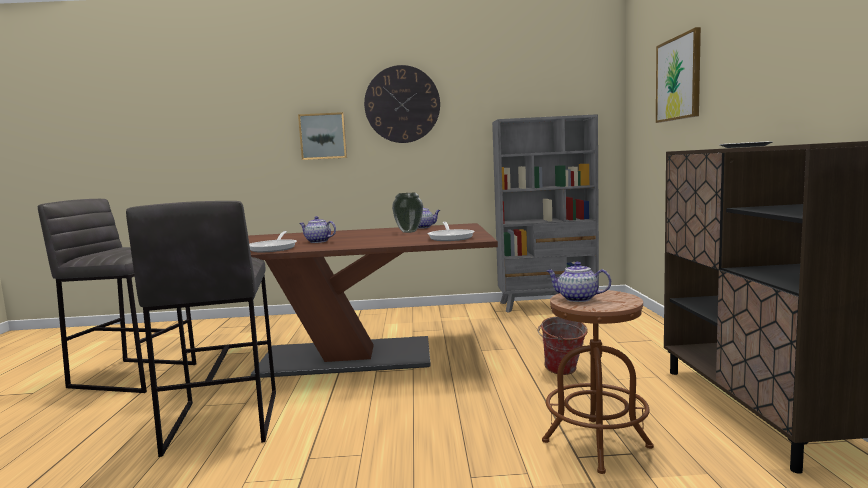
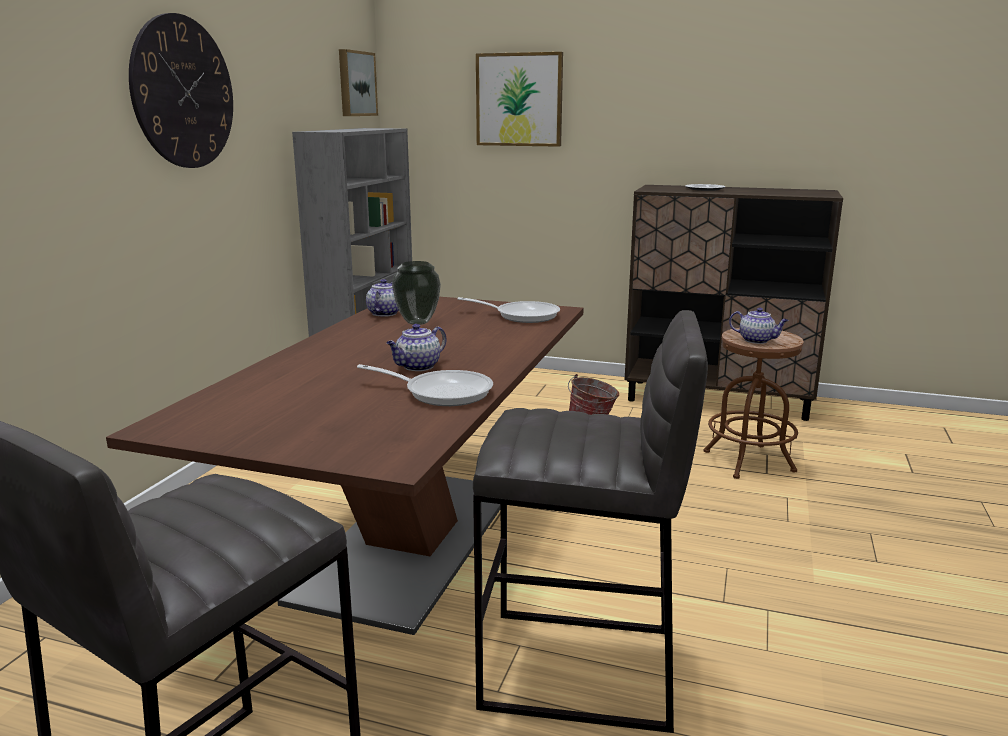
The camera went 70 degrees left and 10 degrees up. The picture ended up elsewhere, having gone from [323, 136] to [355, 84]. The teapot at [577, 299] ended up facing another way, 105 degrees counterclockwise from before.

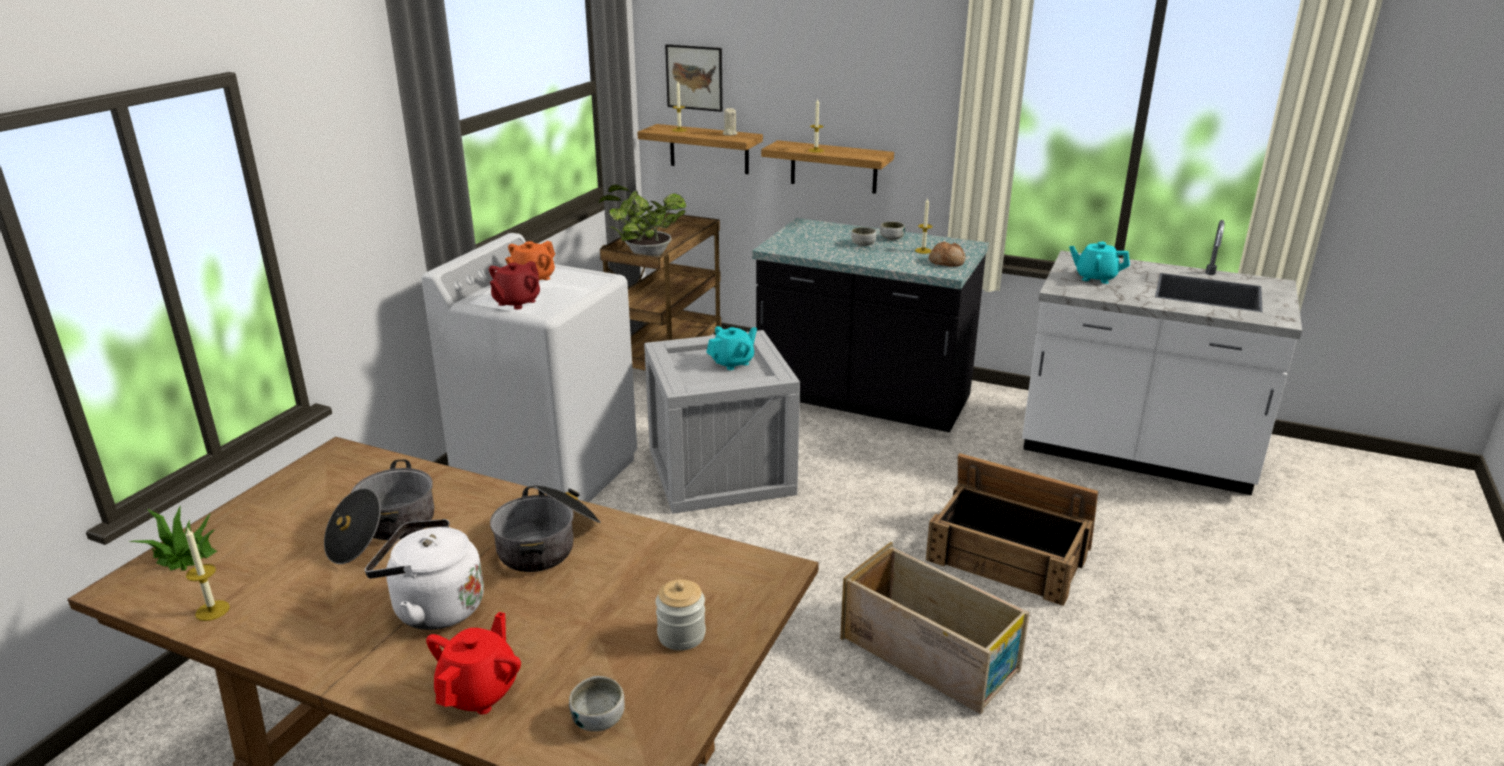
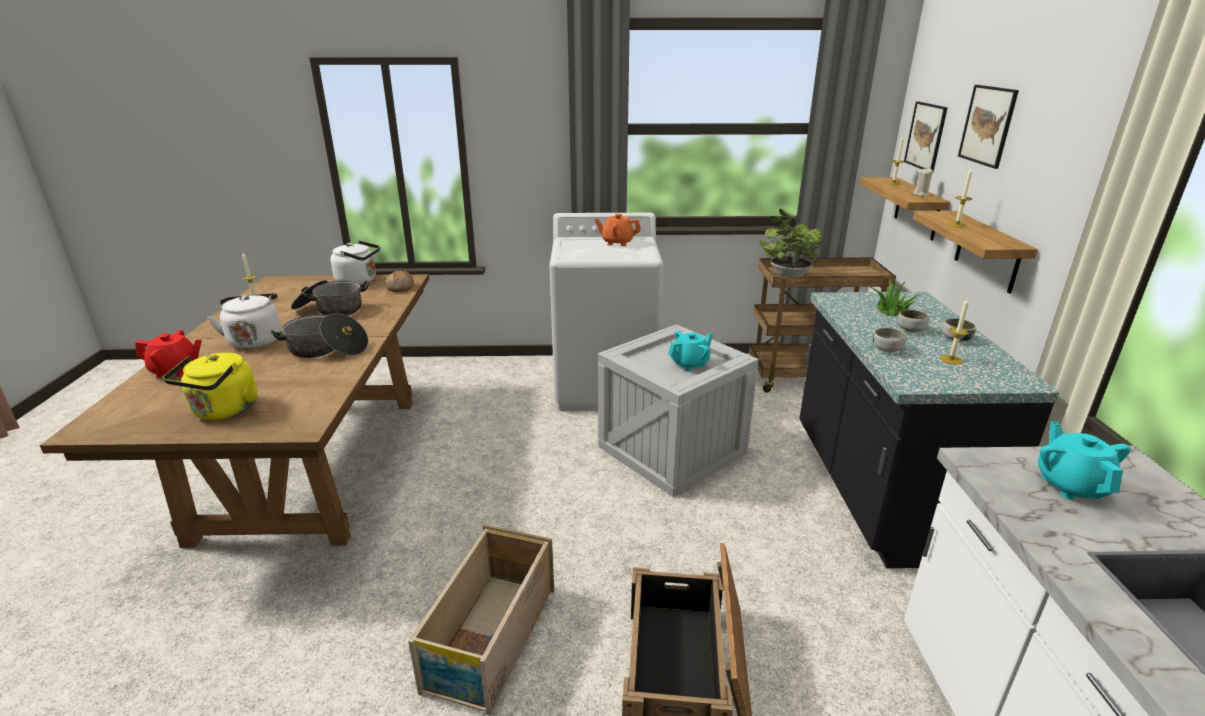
The camera went 65 degrees right and 0 degrees up. Where the jar stood at [681, 635], the yellow_kettle came to stand at [224, 411]. The second view gained the white_kettle at [359, 281]. The bread ended up elsewhere, having gone from [947, 262] to [401, 287]. The turquoise_teapot at [733, 363] ended up facing another way, 60 degrees counterclockwise from before. The potted_plant ended up elsewhere, having gone from [184, 554] to [892, 310]. The bowl ended up elsewhere, having gone from [598, 719] to [887, 349]. The second view gained the picture at [987, 125]. The second view lost the red_teapot at [516, 302].

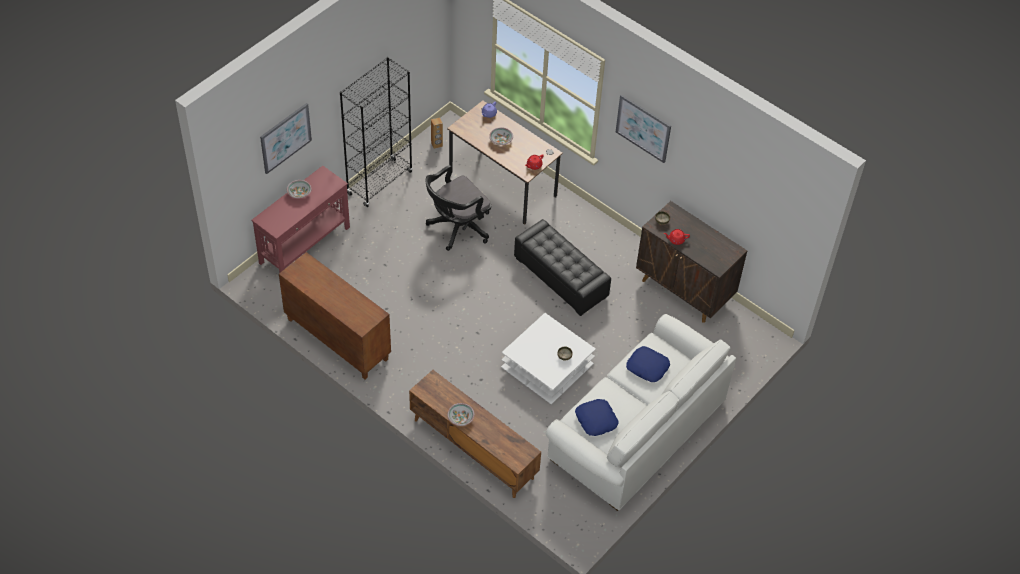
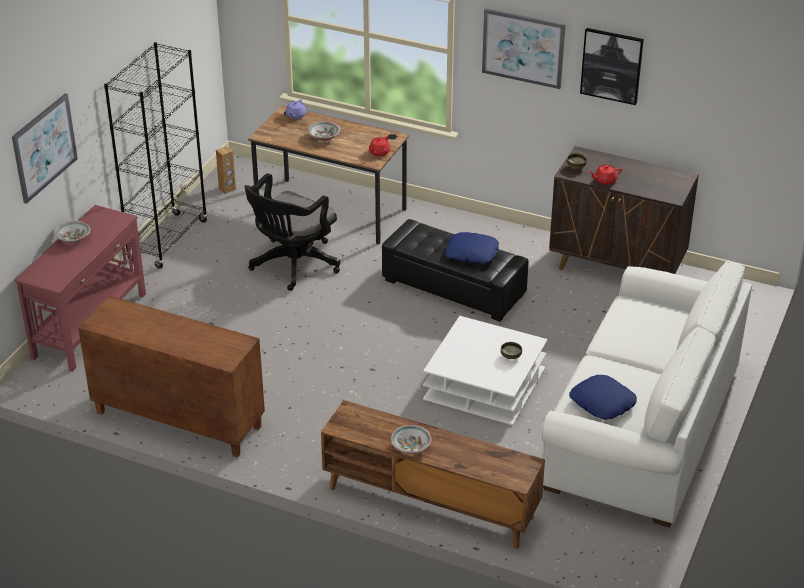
The camera went 15 degrees left and 15 degrees down. The blue_pillow ended up elsewhere, having gone from [647, 367] to [471, 253]. The second view gained the picture at [612, 65].

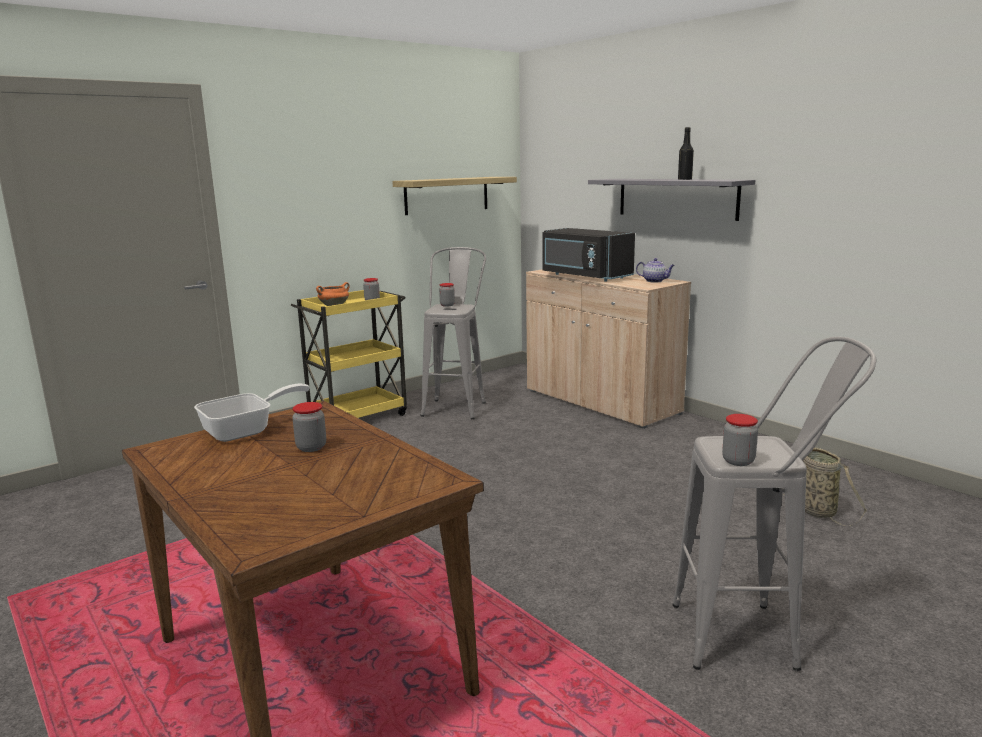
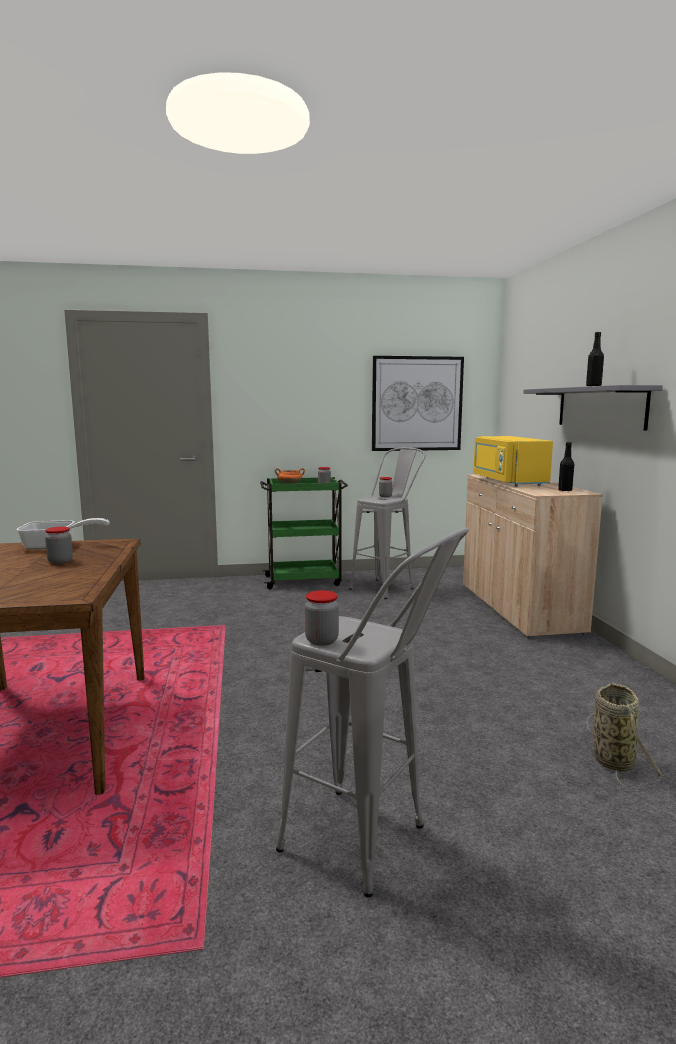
The camera went 30 degrees right and 5 degrees down. What was the yellow_cart at [358, 417] turned into the green_cart at [304, 580]. Where the shelf hung at [447, 195], the picture came to hang at [417, 404]. What was the black_microwave at [584, 276] turned into the yellow_microwave at [507, 481]. Where the teapot stood at [655, 281], the black_bottle came to stand at [565, 490].

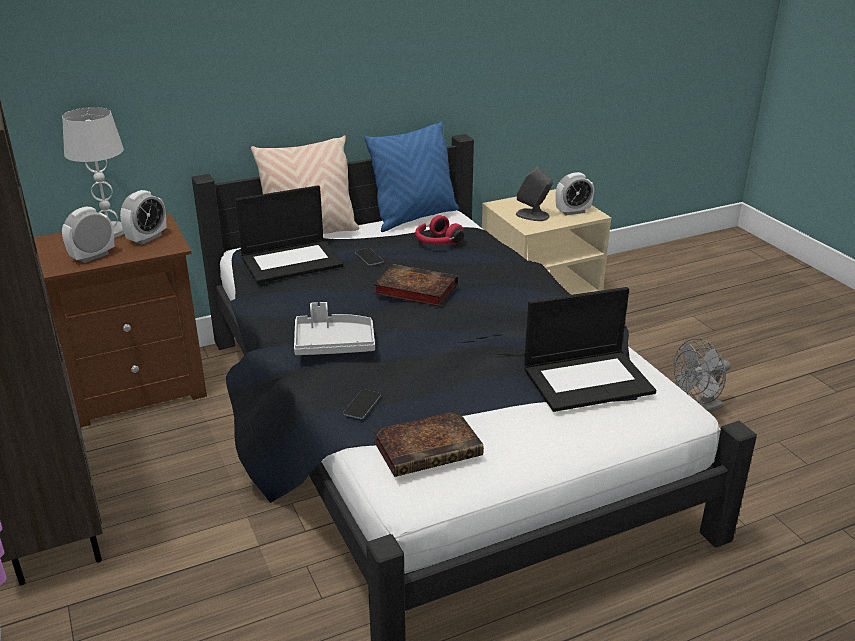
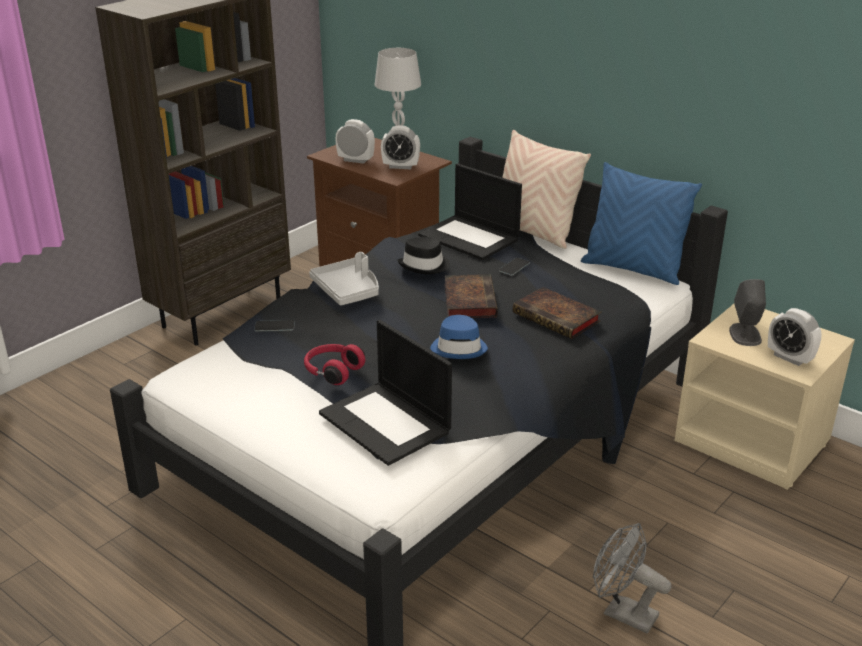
The camera went 65 degrees right and 0 degrees up. The red_headphones ended up elsewhere, having gone from [437, 242] to [332, 372]. The second view gained the black_hat at [425, 265]. The second view gained the blue_hat at [459, 348]. The book ended up elsewhere, having gone from [429, 447] to [558, 318].

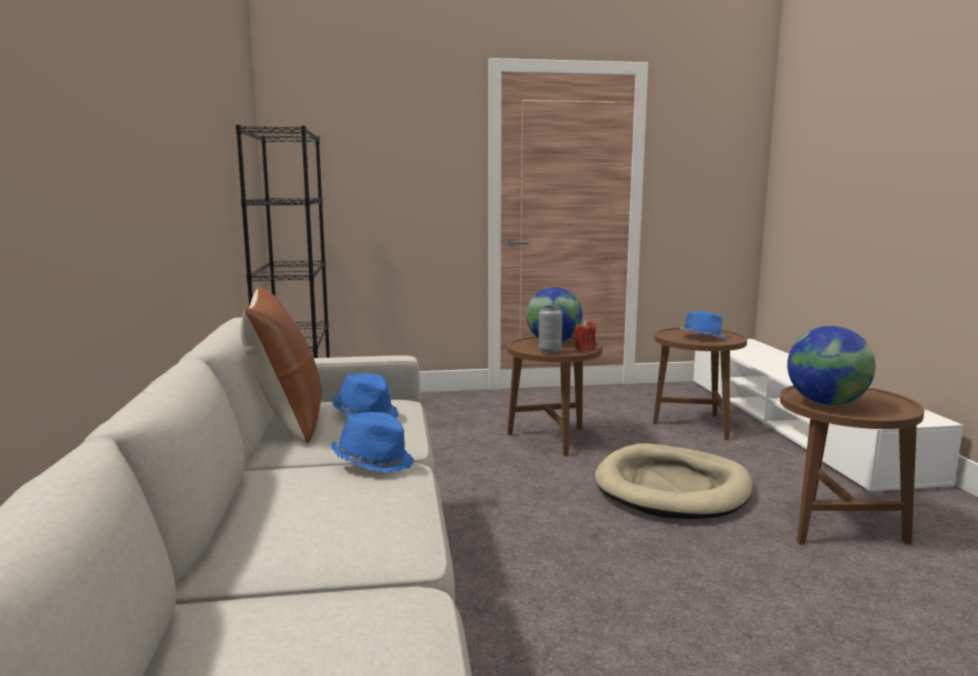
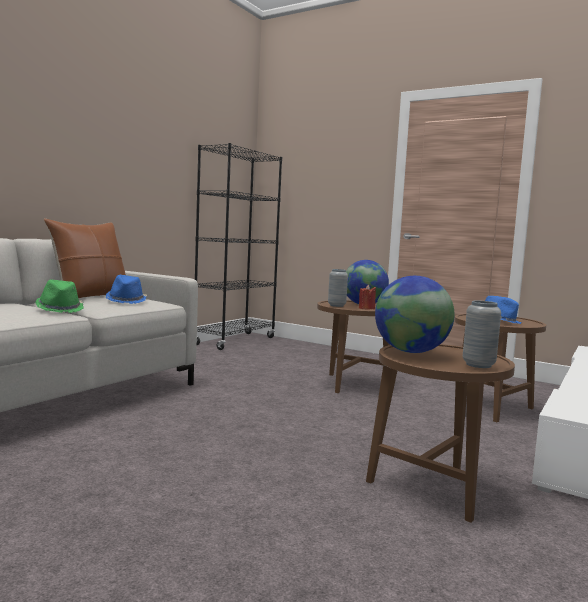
The camera went 40 degrees right and 5 degrees down. What was the blue_hat at [374, 462] turned into the green_hat at [60, 309]. The second view gained the grey_vase at [478, 365]. The second view lost the beige_dog_bed at [672, 488].

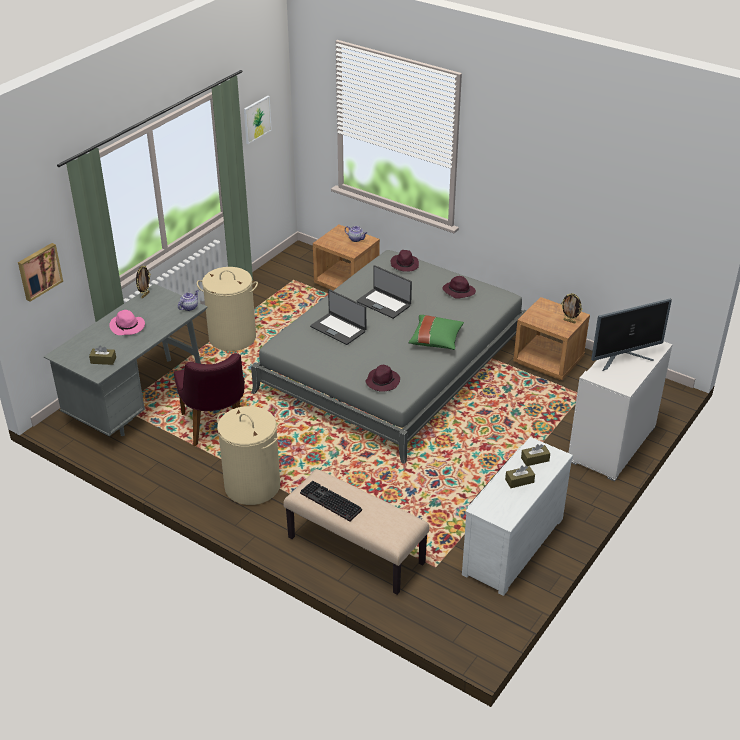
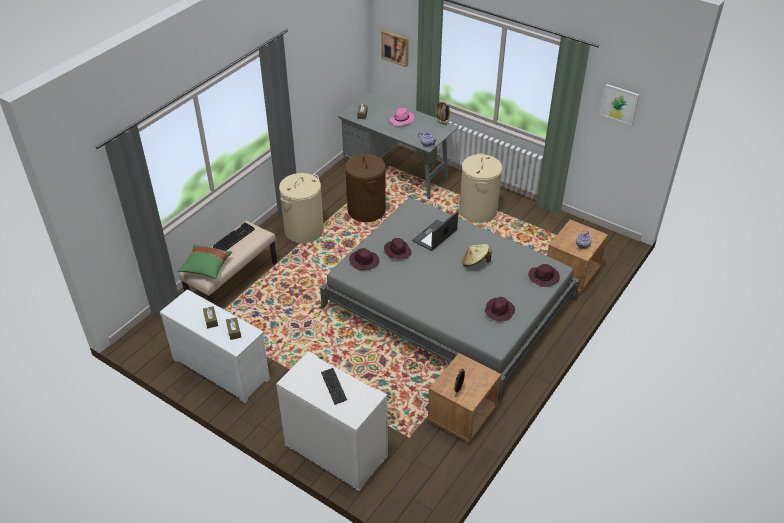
The camera went 90 degrees right and 5 degrees up. The green_pillow ended up elsewhere, having gone from [436, 340] to [206, 267]. Where the monitor stood at [624, 358], the keyboard came to stand at [333, 386]. Where the purple_chair stood at [216, 429], the brown_laundry_basket came to stand at [366, 210]. The second view gained the purple_hat at [397, 251]. Where the laptop stood at [384, 303], the beige_hat came to stand at [475, 262].

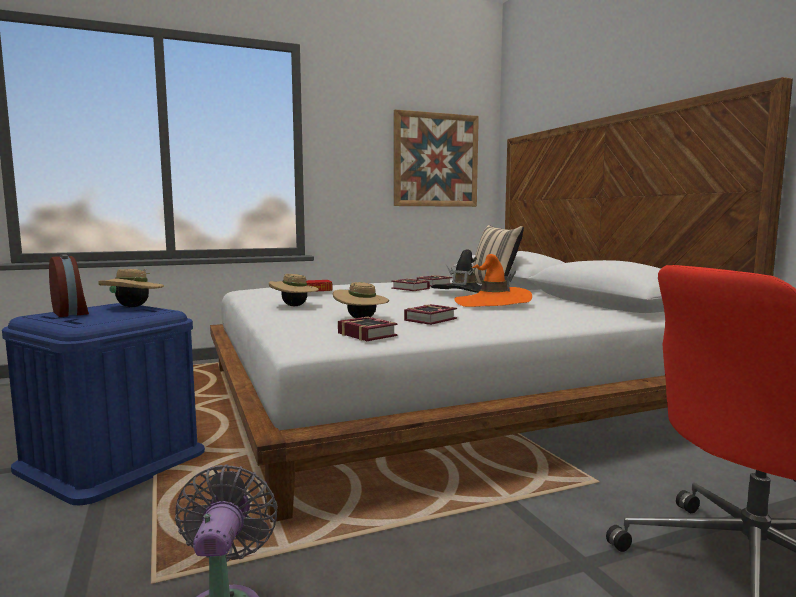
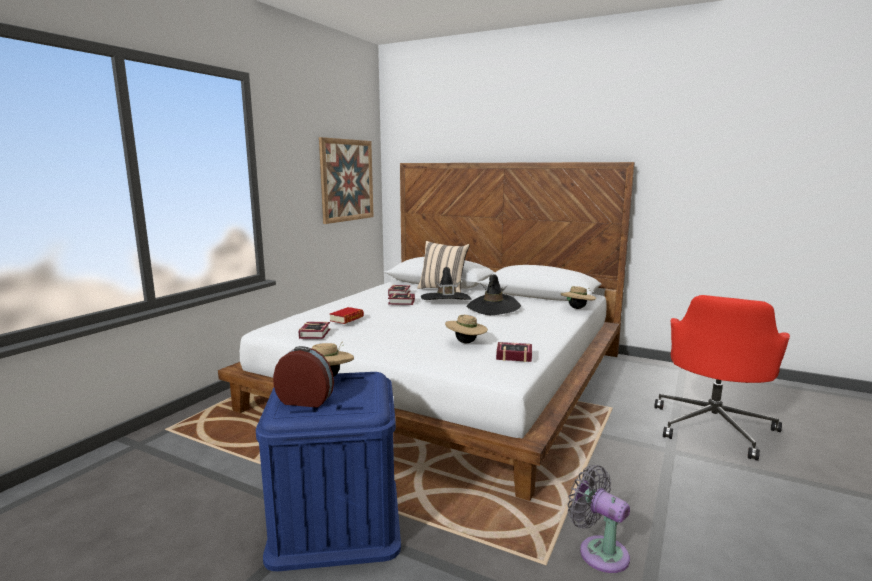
The camera went 40 degrees left and 5 degrees up. The book ended up elsewhere, having gone from [433, 319] to [316, 333]. What was the orange_hat at [492, 303] turned into the black_hat at [493, 308]. The beige_hat ended up elsewhere, having gone from [294, 306] to [577, 308].

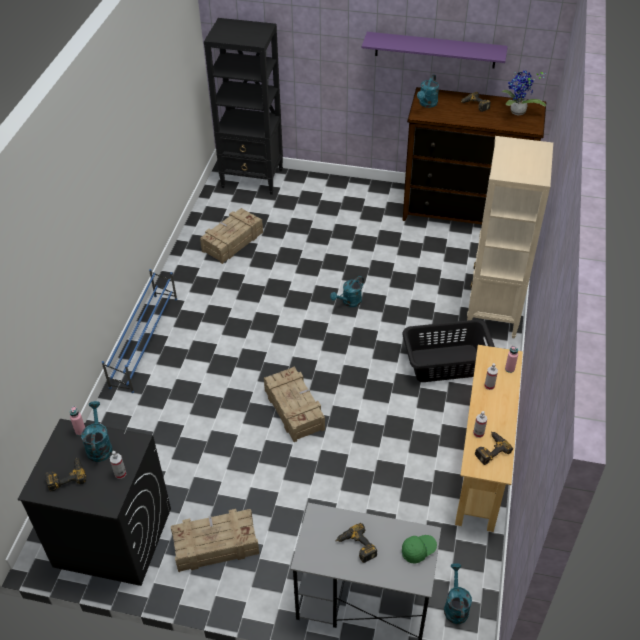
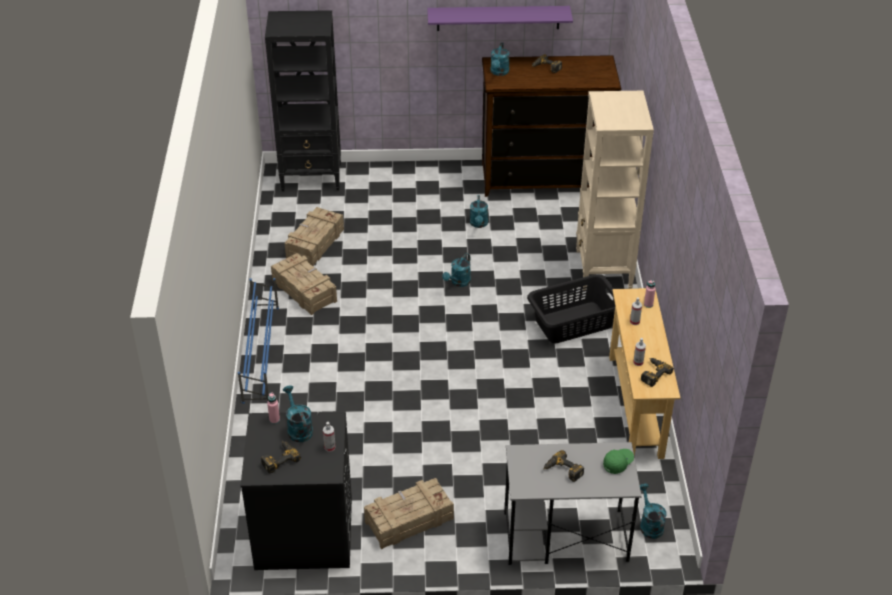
The camera went 15 degrees left and 5 degrees down. The crate ended up elsewhere, having gone from [294, 409] to [304, 290]. The second view gained the turquoise_watering_can at [479, 224]. The second view lost the potted_plant at [517, 113].

